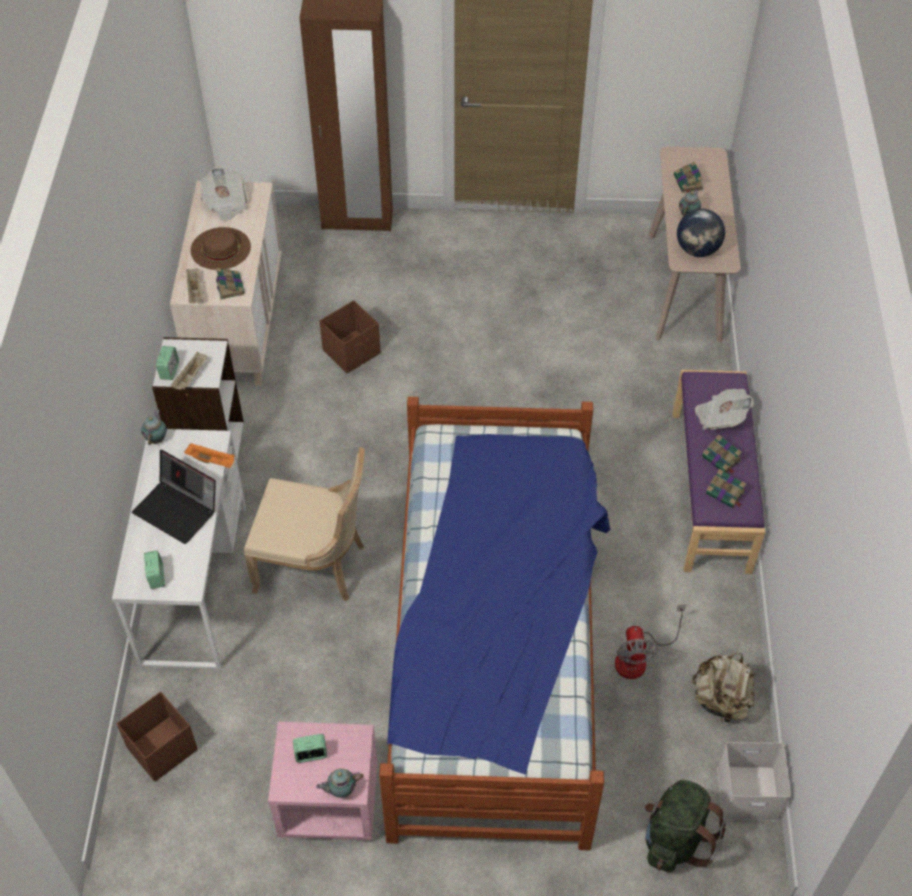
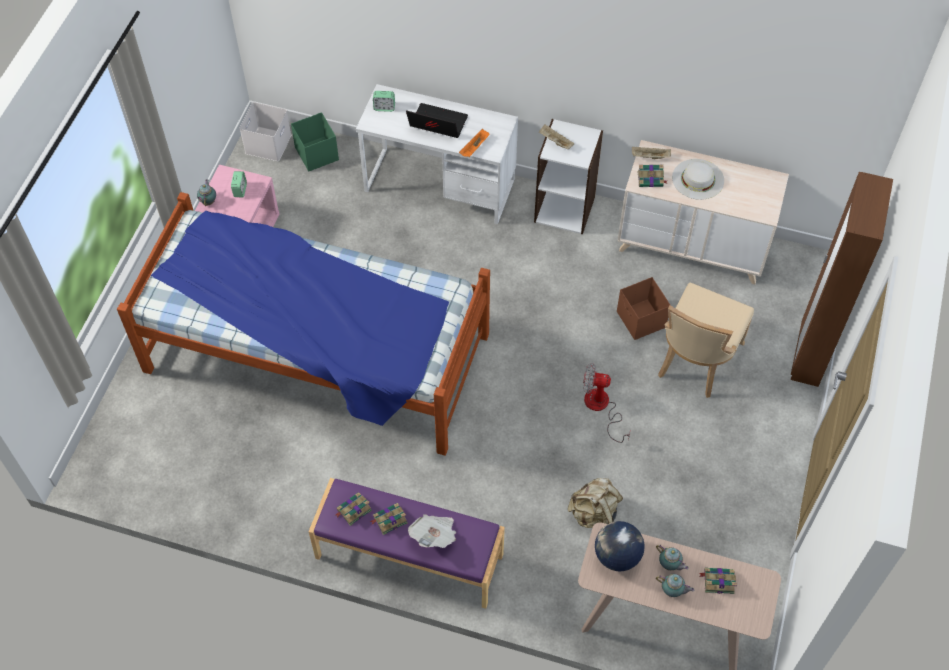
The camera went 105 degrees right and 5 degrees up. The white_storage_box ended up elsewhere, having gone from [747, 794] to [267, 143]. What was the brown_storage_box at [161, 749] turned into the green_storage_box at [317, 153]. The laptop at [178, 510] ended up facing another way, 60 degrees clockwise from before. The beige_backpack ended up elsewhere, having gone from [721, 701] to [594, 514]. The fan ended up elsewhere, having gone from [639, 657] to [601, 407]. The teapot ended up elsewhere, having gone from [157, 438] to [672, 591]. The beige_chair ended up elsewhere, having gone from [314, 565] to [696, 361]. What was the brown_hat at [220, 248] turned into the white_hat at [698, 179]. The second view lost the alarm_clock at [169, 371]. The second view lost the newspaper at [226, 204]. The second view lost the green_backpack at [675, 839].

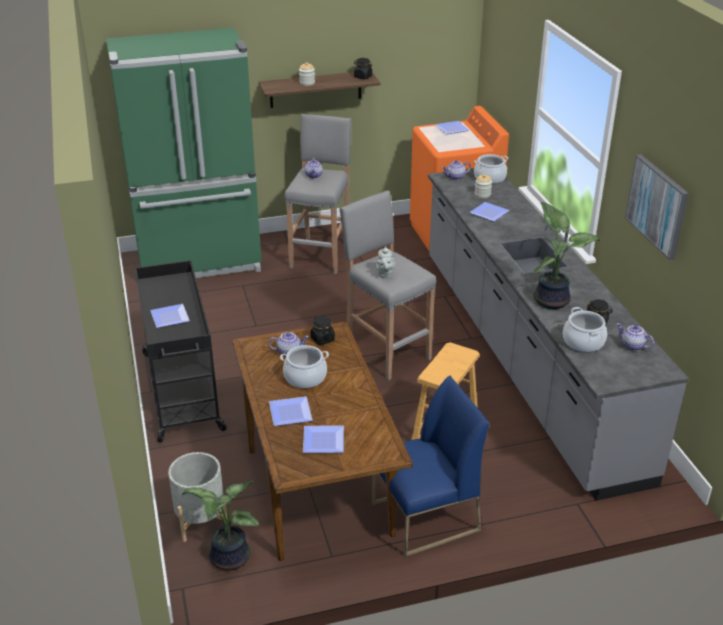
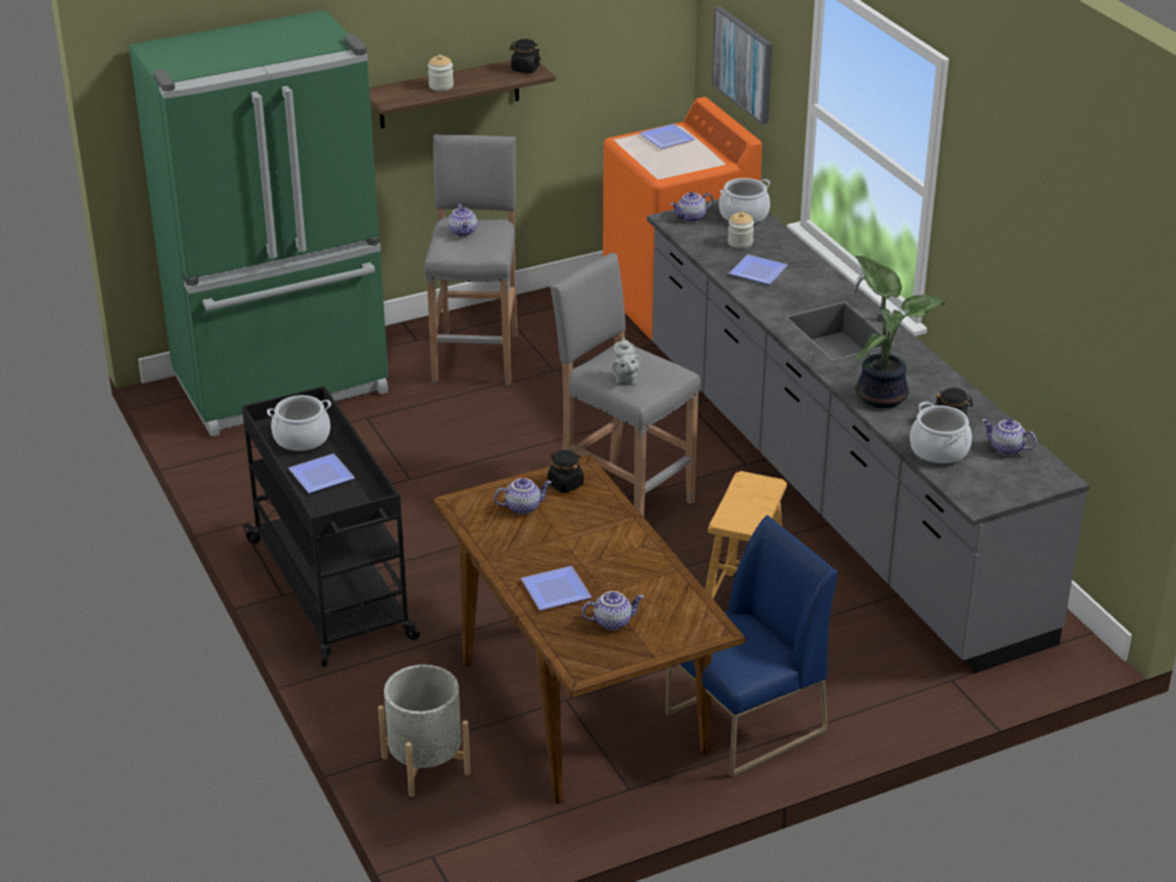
The camera went 10 degrees left and 0 degrees up. The cooking_pot ended up elsewhere, having gone from [305, 377] to [301, 438]. Where the plate stood at [322, 440], the teapot came to stand at [612, 622]. The picture ended up elsewhere, having gone from [657, 205] to [744, 64]. The second view lost the potted_plant at [227, 558].

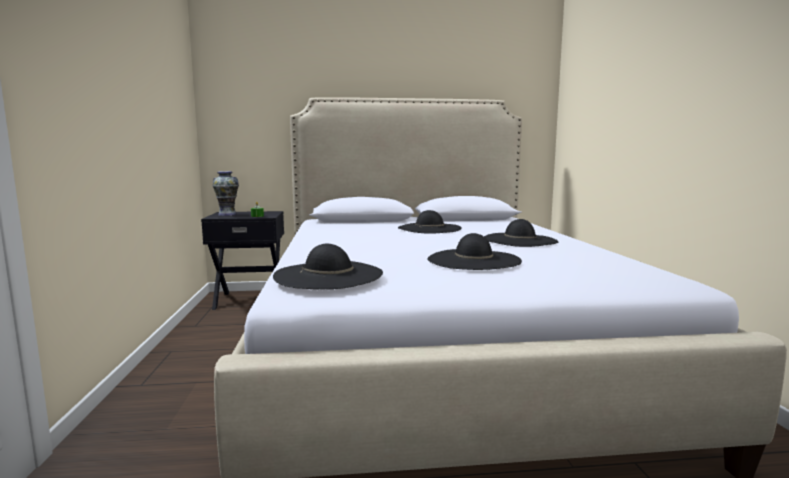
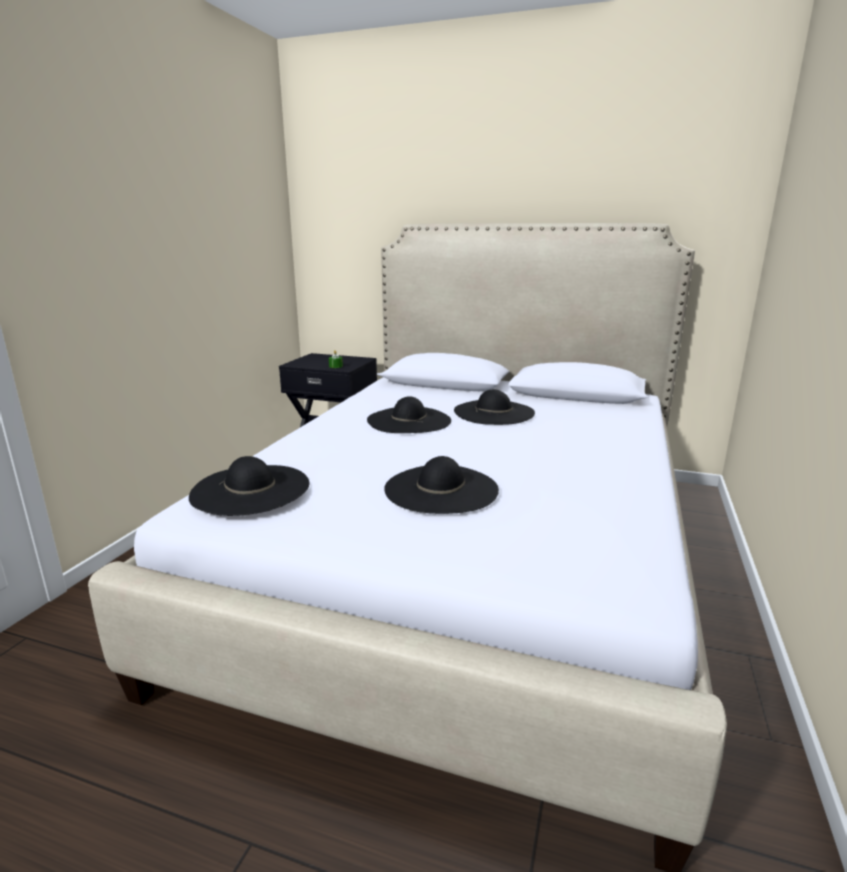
The camera went 25 degrees right and 10 degrees up. The black_hat ended up elsewhere, having gone from [519, 240] to [408, 420]. The second view lost the vase at [227, 214].

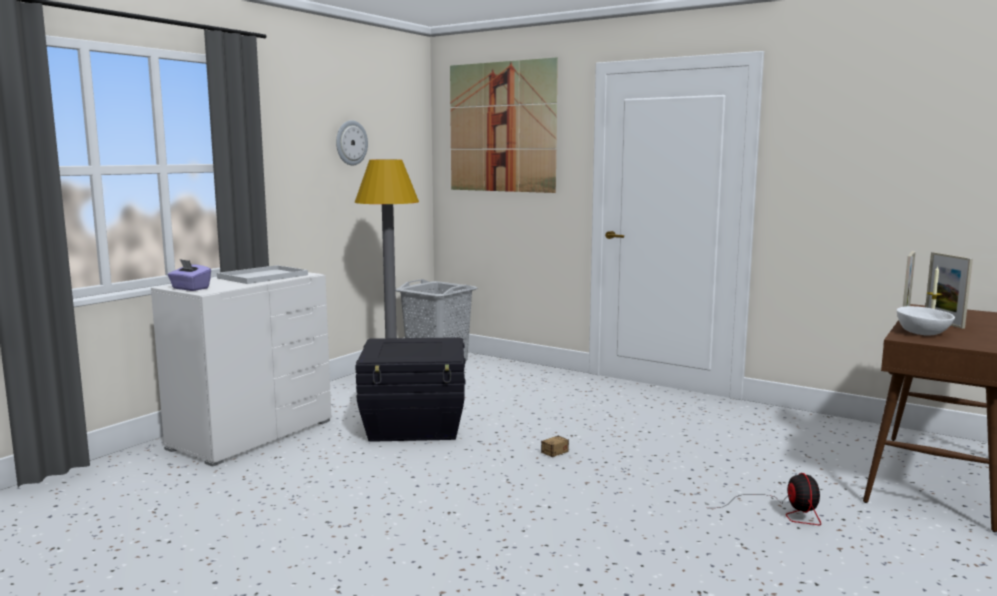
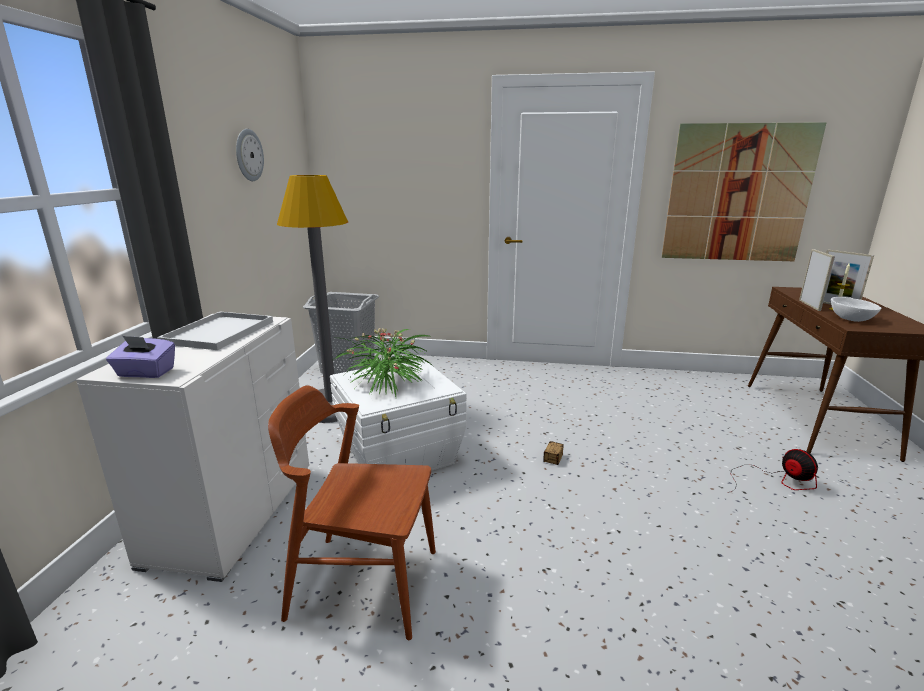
The camera went 25 degrees left and 10 degrees up. The second view gained the brown_chair at [363, 583]. What was the black_storage_box at [415, 425] turned into the white_storage_box at [400, 454]. The second view gained the potted_plant at [387, 382]. The picture ended up elsewhere, having gone from [501, 127] to [738, 194].

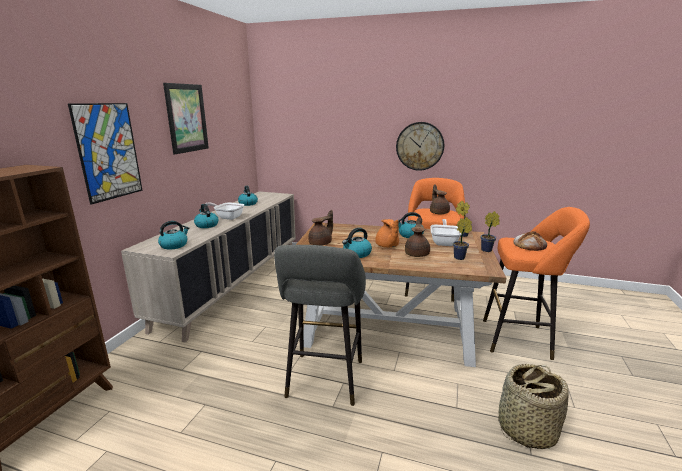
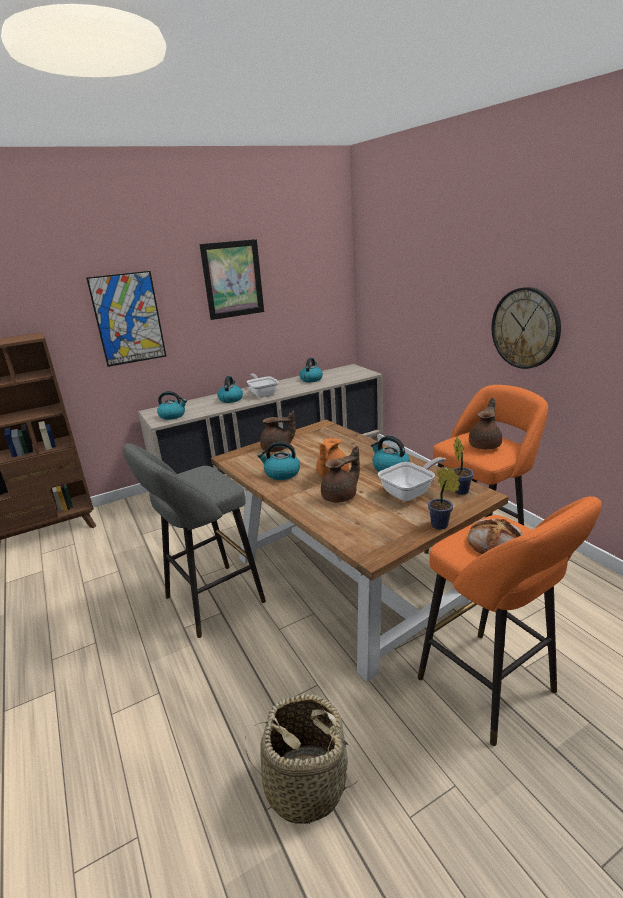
The camera went 45 degrees right and 5 degrees up. The second view lost the potted_plant at [460, 258].

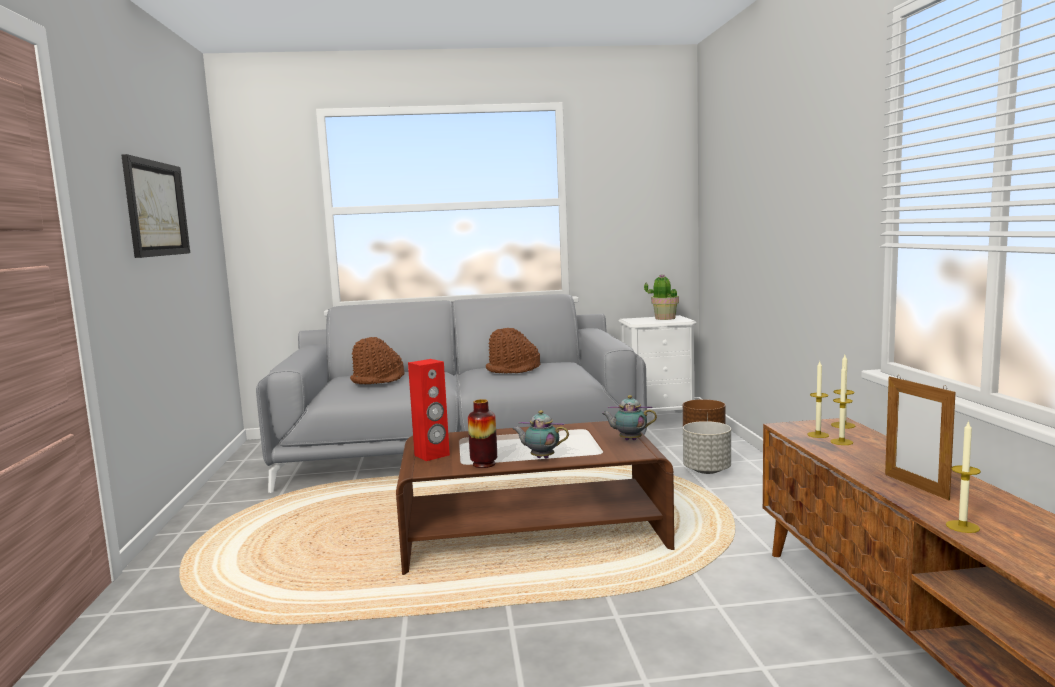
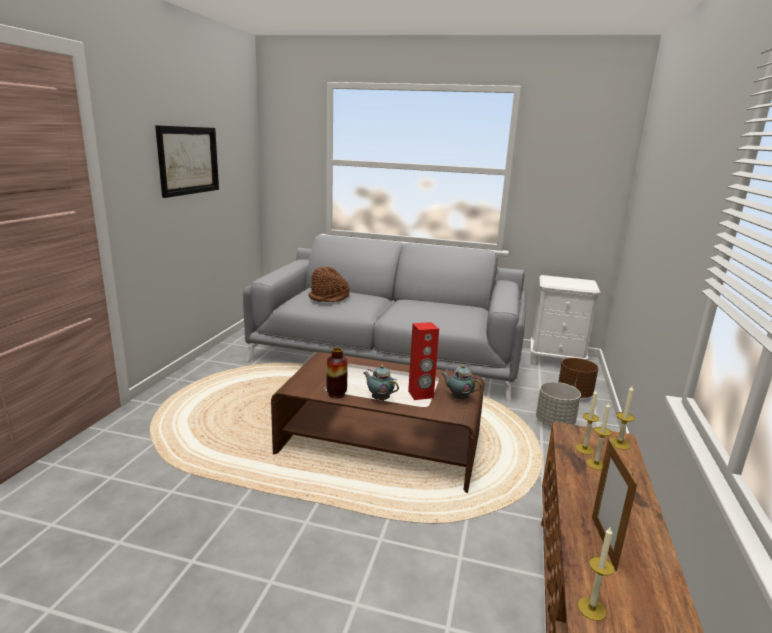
The camera went 20 degrees right and 10 degrees up. The red_speaker ended up elsewhere, having gone from [432, 455] to [421, 394]. The second view lost the brown_hat at [513, 370]. The second view lost the potted_plant at [664, 318].

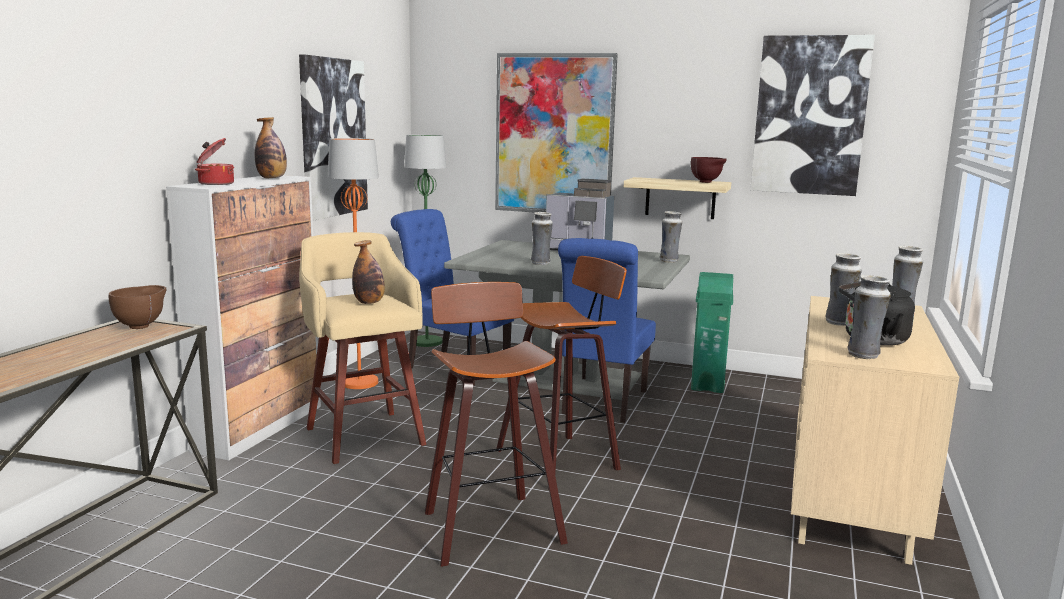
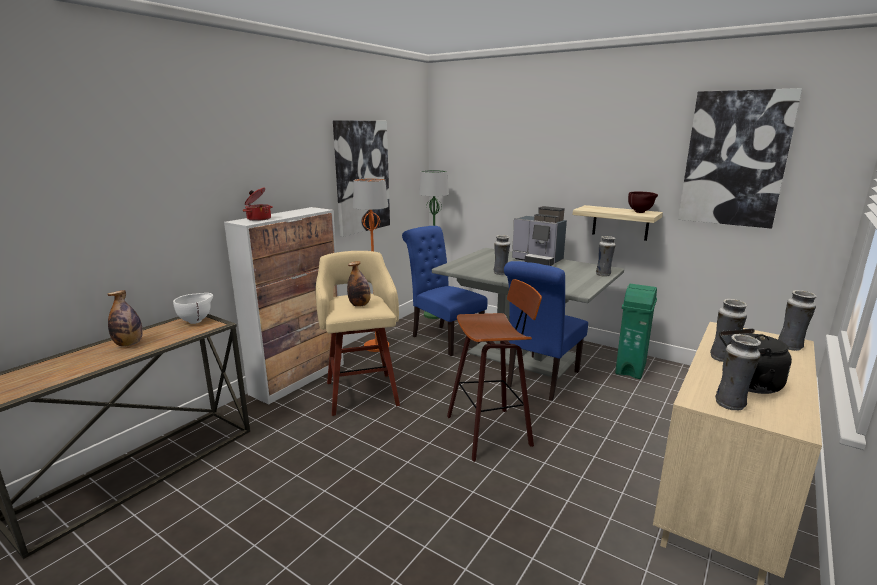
The camera went 15 degrees right and 5 degrees up. The bottle ended up elsewhere, having gone from [272, 178] to [129, 344]. What was the brown_bowl at [142, 326] turned into the white_bowl at [197, 321]. The second view lost the stool at [487, 526]. The second view lost the picture at [554, 135].

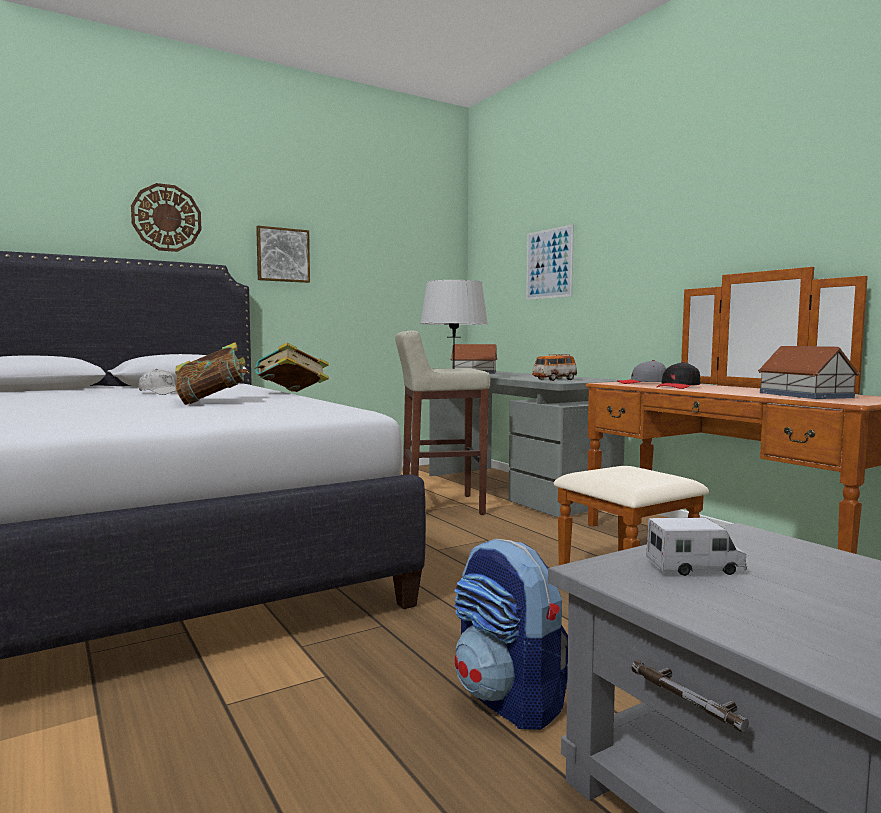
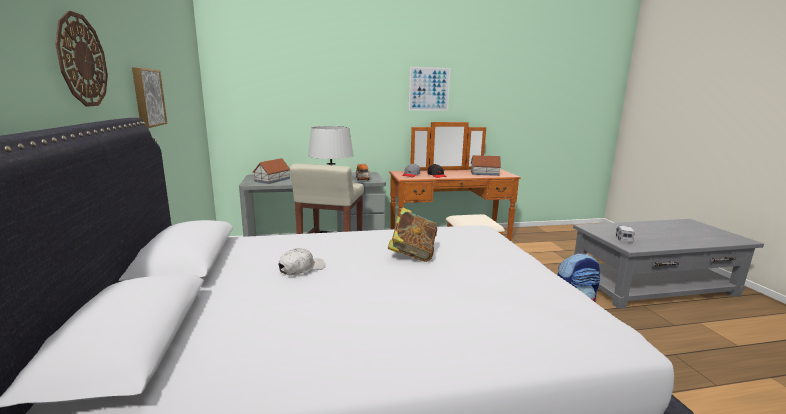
The camera went 70 degrees left and 10 degrees up. The picture ended up elsewhere, having gone from [549, 263] to [429, 89]. The second view lost the book at [292, 394].

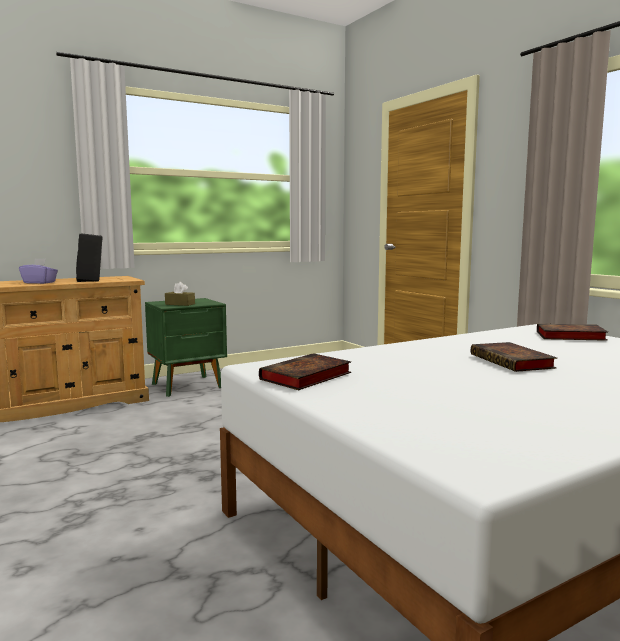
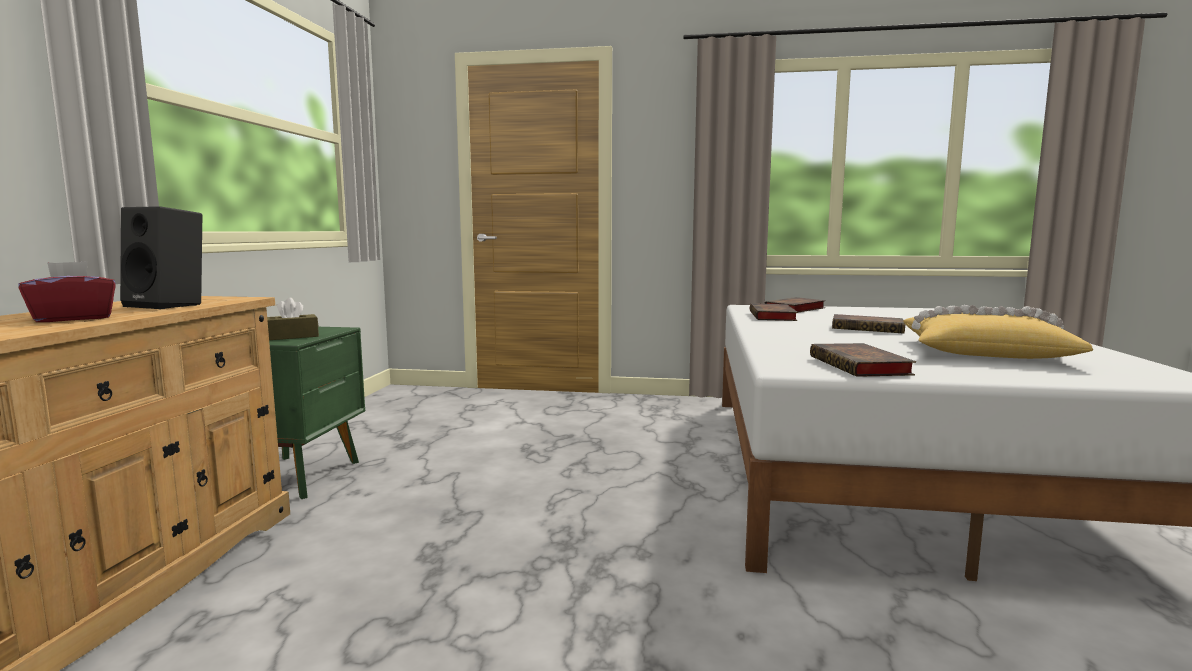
The camera went 50 degrees left and 0 degrees up. What was the purple_tissue_box at [39, 282] turned into the red_tissue_box at [74, 318]. The second view gained the book at [773, 316]. The second view gained the yellow_pillow at [983, 352].

